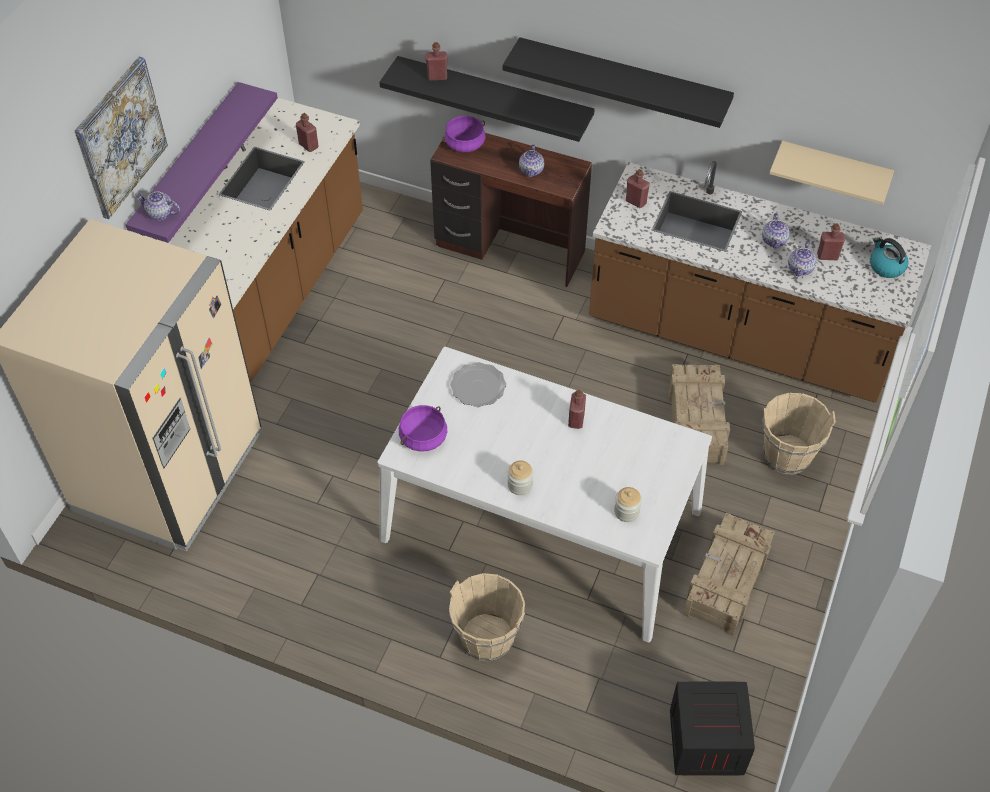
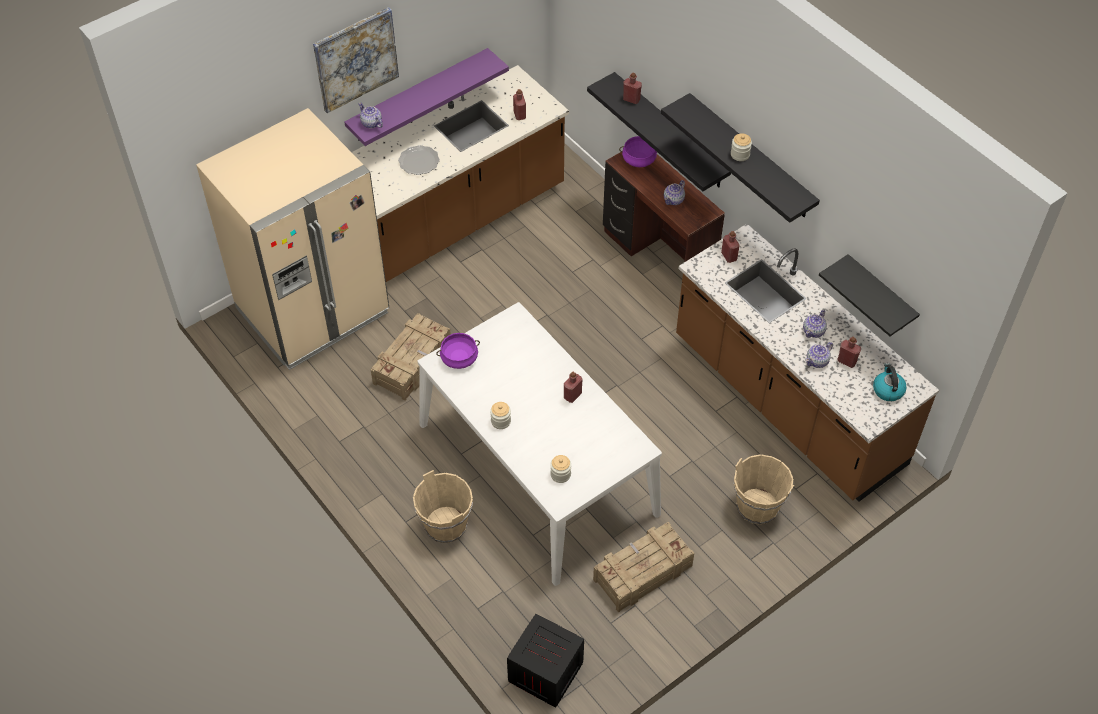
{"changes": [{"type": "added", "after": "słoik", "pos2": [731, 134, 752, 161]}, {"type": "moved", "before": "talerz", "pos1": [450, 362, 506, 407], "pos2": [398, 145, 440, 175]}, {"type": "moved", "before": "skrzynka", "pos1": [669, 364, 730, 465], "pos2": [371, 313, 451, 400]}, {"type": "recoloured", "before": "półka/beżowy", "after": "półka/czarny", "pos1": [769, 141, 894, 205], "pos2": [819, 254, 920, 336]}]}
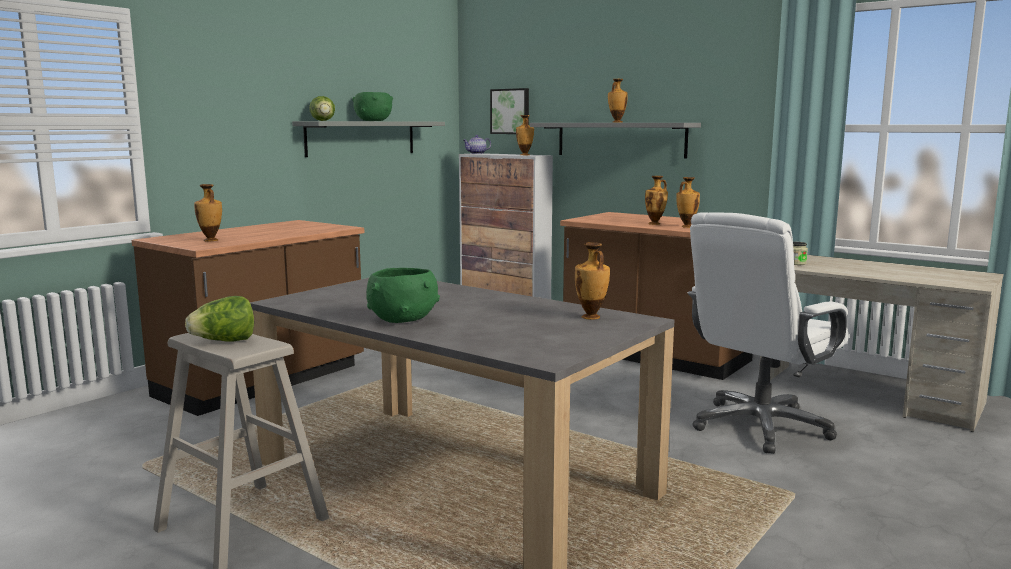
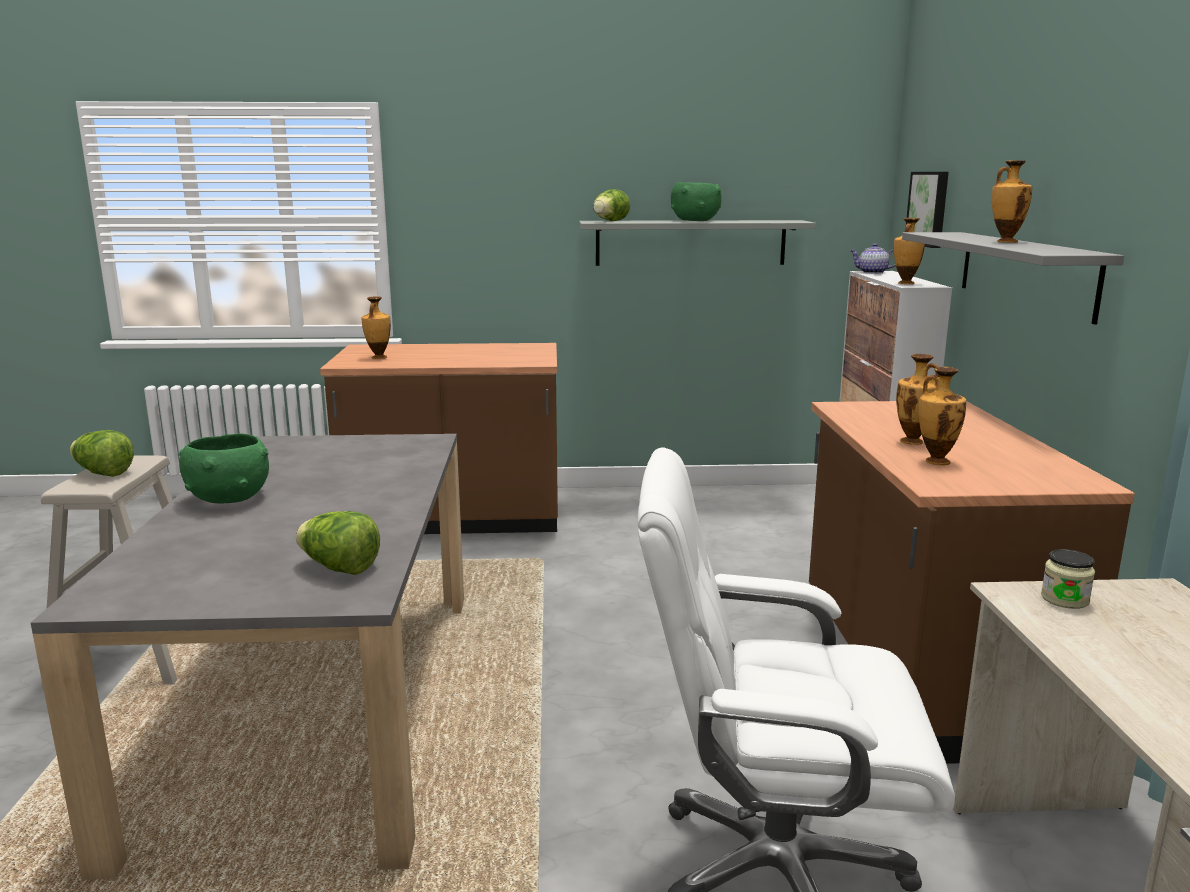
{"changes": [{"type": "replaced", "before": "wazon", "after": "sałata", "pos1": [575, 242, 610, 320], "pos2": [296, 511, 380, 575]}]}
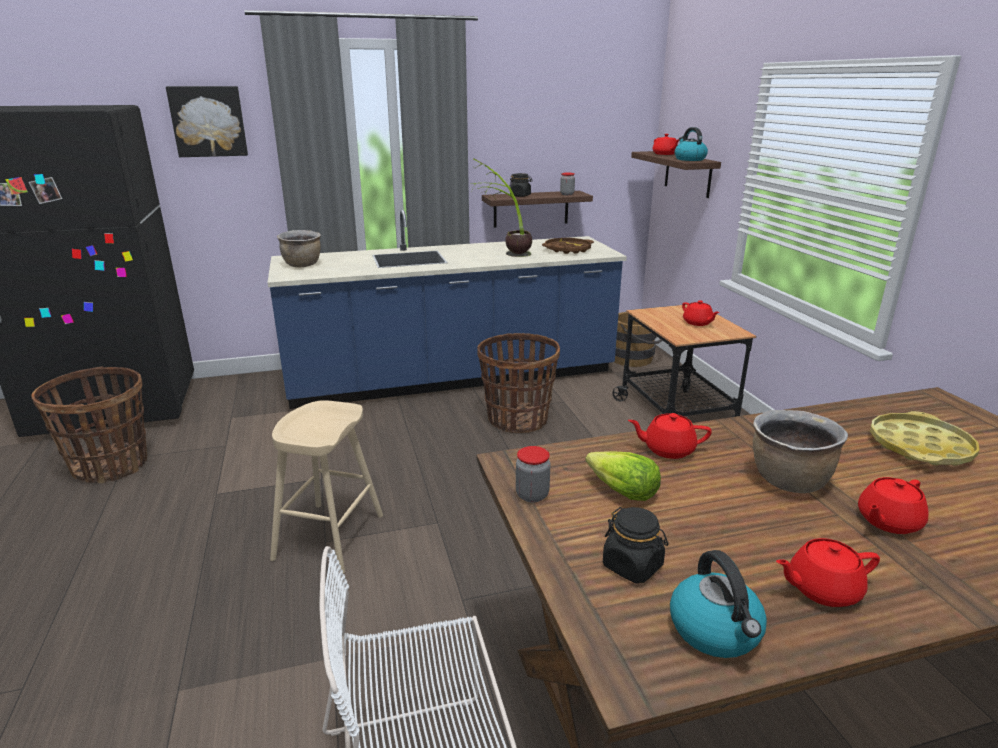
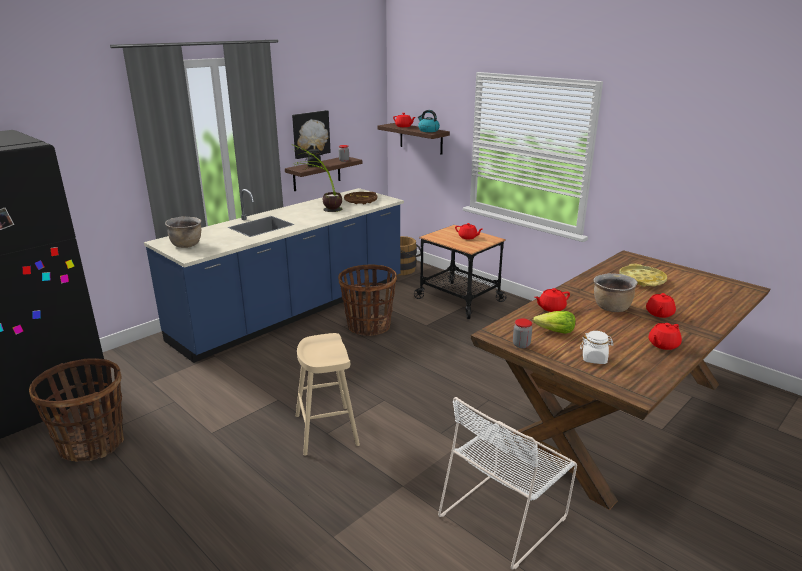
{"changes": [{"type": "removed", "before": "czajnik", "pos1": [670, 550, 767, 658]}, {"type": "moved", "before": "obraz", "pos1": [166, 86, 248, 157], "pos2": [292, 110, 331, 159]}, {"type": "recoloured", "before": "słoik/czarny", "after": "słoik/biały", "pos1": [603, 507, 668, 583], "pos2": [580, 331, 614, 364]}]}
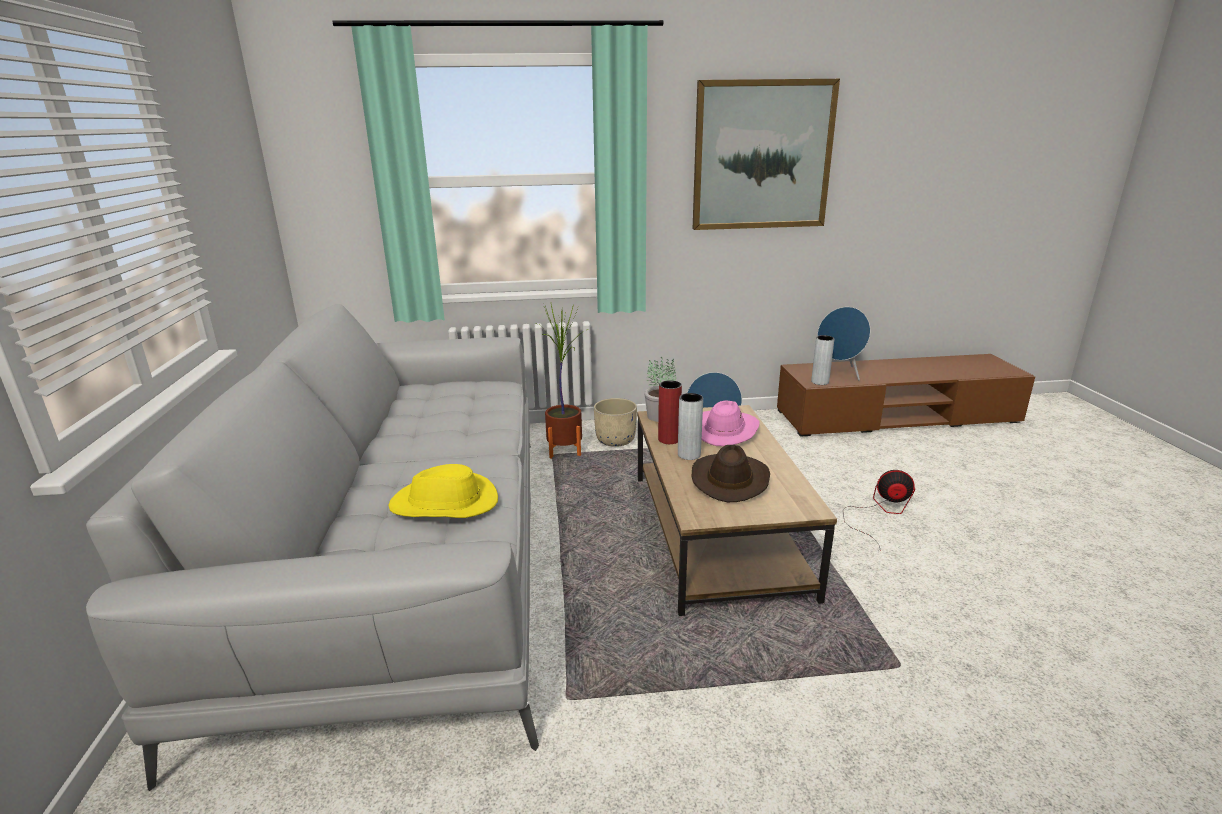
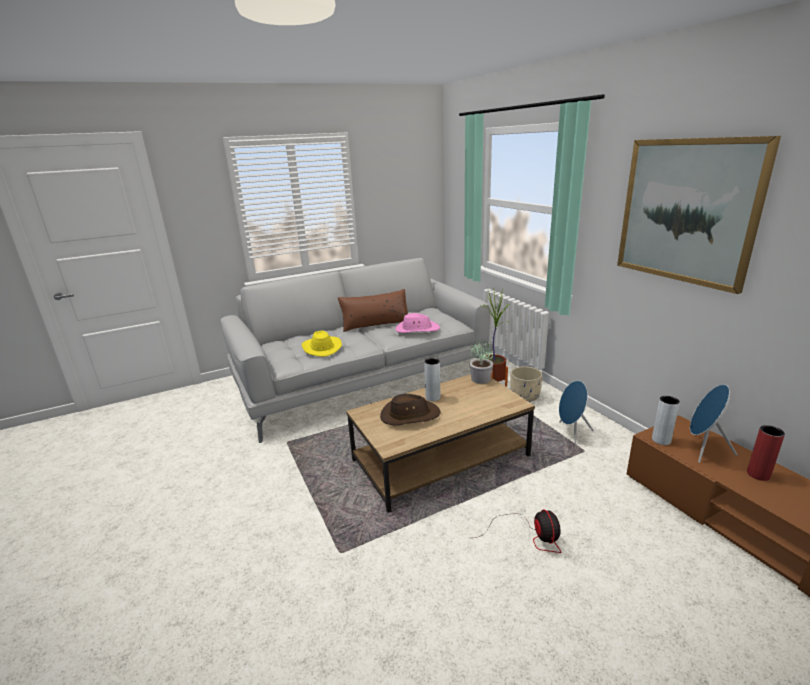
{"changes": [{"type": "added", "after": "poduszka/brązowy", "pos2": [338, 289, 408, 332]}, {"type": "moved", "before": "wazon/czerwony", "pos1": [658, 380, 682, 444], "pos2": [747, 425, 785, 481]}, {"type": "moved", "before": "kapelusz/różowy", "pos1": [702, 400, 760, 446], "pos2": [395, 313, 440, 333]}]}
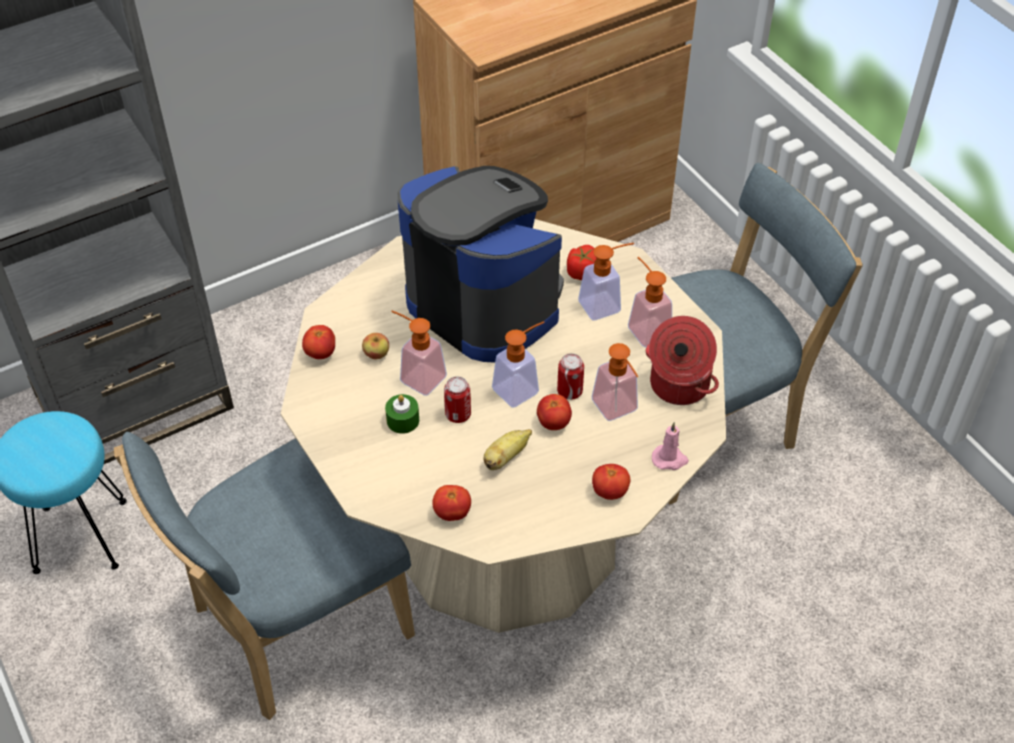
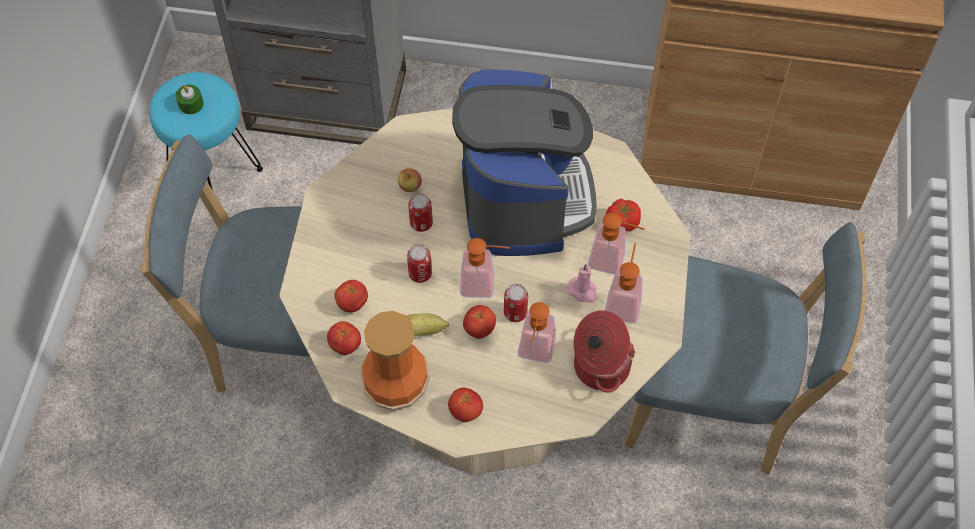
{"changes": [{"type": "added", "after": "wazon", "pos2": [361, 311, 430, 411]}, {"type": "moved", "before": "pomidor", "pos1": [302, 325, 335, 359], "pos2": [334, 280, 368, 312]}, {"type": "moved", "before": "świeca/zielony", "pos1": [385, 394, 419, 434], "pos2": [176, 85, 204, 114]}, {"type": "moved", "before": "świeca/różowy", "pos1": [652, 422, 689, 470], "pos2": [567, 264, 597, 303]}, {"type": "replaced", "before": "dozownik mydła", "after": "puszka", "pos1": [391, 311, 447, 396], "pos2": [408, 193, 433, 232]}]}
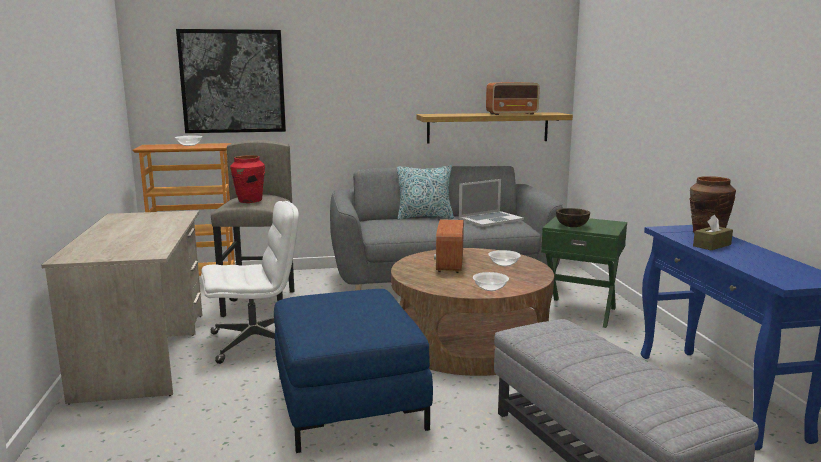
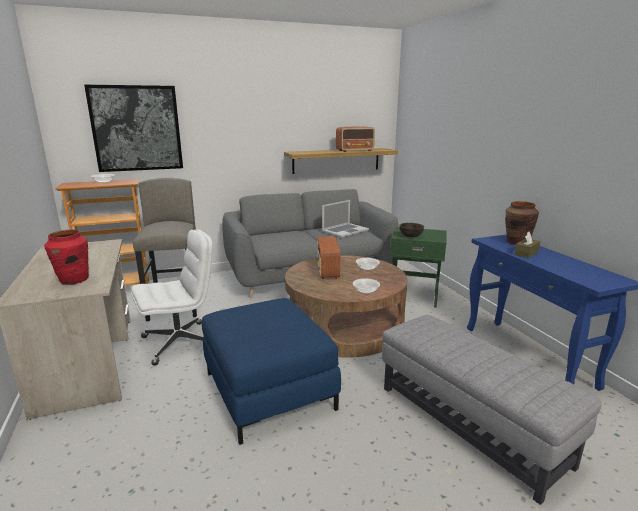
{"changes": [{"type": "removed", "before": "poduszka", "pos1": [397, 165, 454, 220]}, {"type": "moved", "before": "wazon/czerwony", "pos1": [230, 155, 265, 203], "pos2": [44, 230, 89, 285]}]}
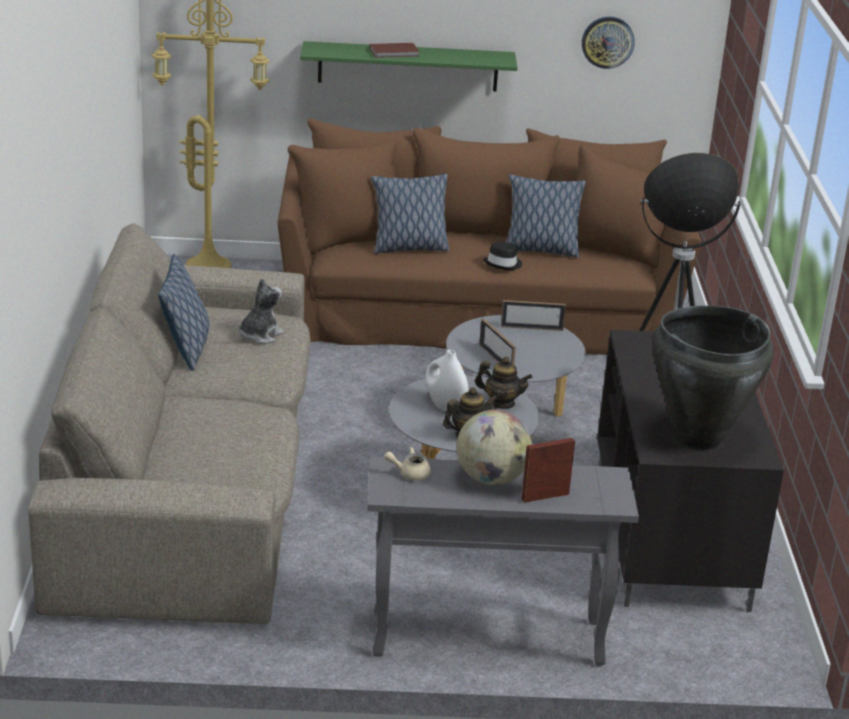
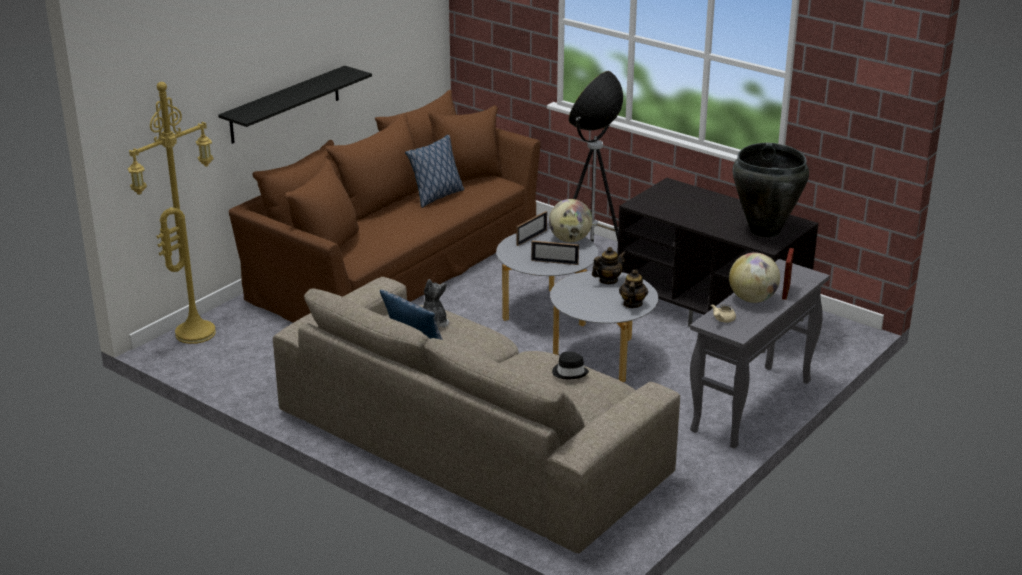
{"changes": [{"type": "removed", "before": "książka/brązowy", "pos1": [369, 43, 420, 58]}, {"type": "removed", "before": "poduszka", "pos1": [371, 174, 449, 254]}, {"type": "removed", "before": "wazon/biały", "pos1": [426, 350, 469, 412]}, {"type": "removed", "before": "zegar ścienny", "pos1": [582, 17, 635, 69]}, {"type": "added", "after": "globus", "pos2": [549, 199, 592, 242]}, {"type": "moved", "before": "kapelusz/czarny", "pos1": [483, 242, 522, 270], "pos2": [552, 352, 589, 379]}, {"type": "recoloured", "before": "półka/zielony", "after": "półka/czarny", "pos1": [300, 41, 518, 91], "pos2": [218, 66, 372, 144]}]}
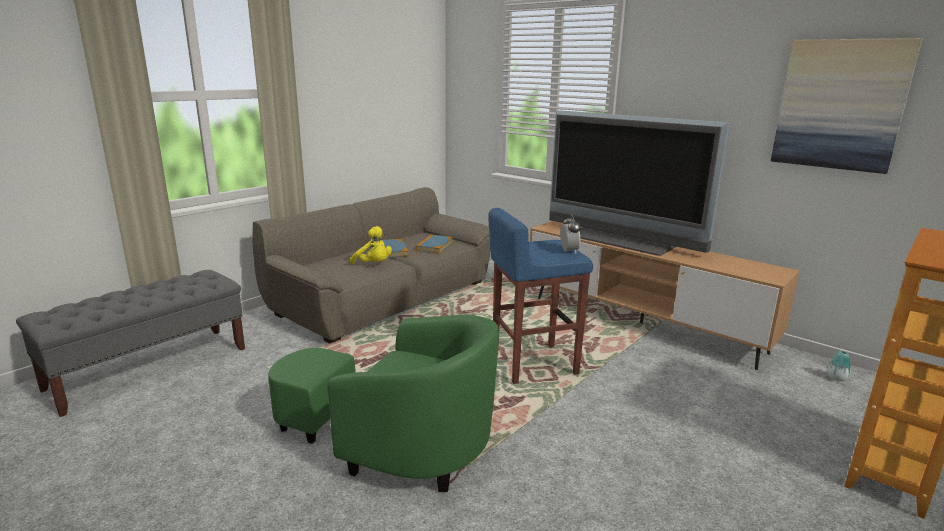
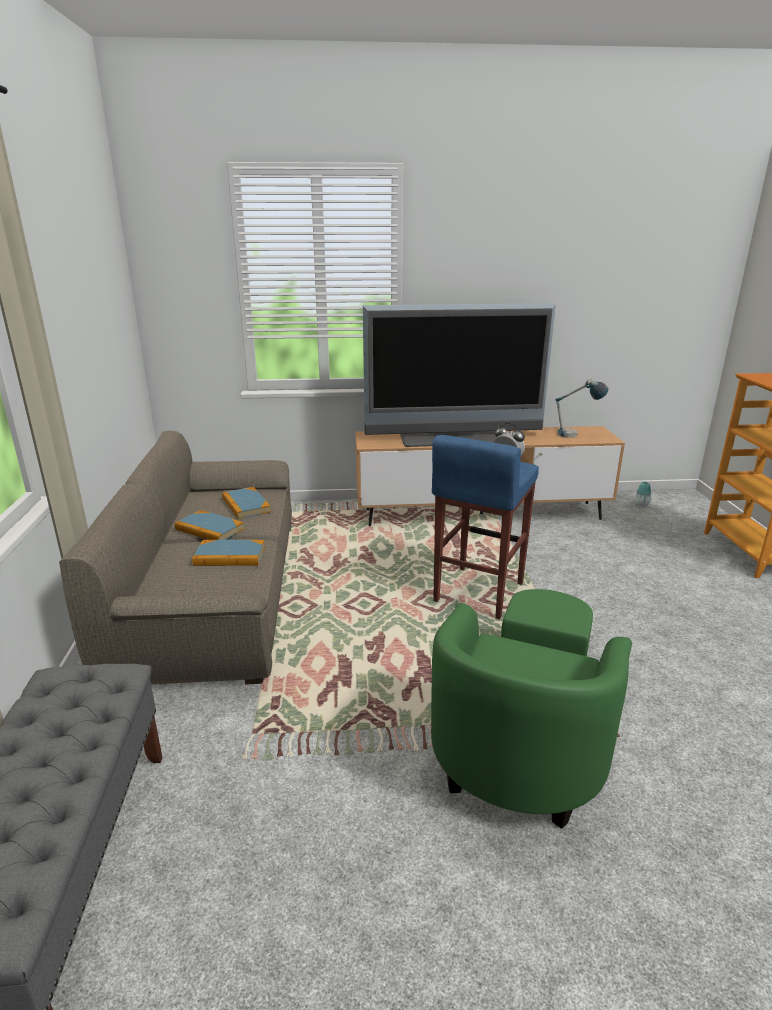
{"changes": [{"type": "removed", "before": "obraz", "pos1": [771, 38, 922, 174]}, {"type": "added", "after": "lampa stołowa", "pos2": [556, 378, 609, 438]}, {"type": "replaced", "before": "pluszak/żółty", "after": "książka", "pos1": [350, 226, 392, 265], "pos2": [192, 540, 265, 566]}, {"type": "turned", "before": "fotel/zielony", "pos1": [268, 315, 499, 492], "pos2": [431, 589, 632, 829], "turn": 135}]}
